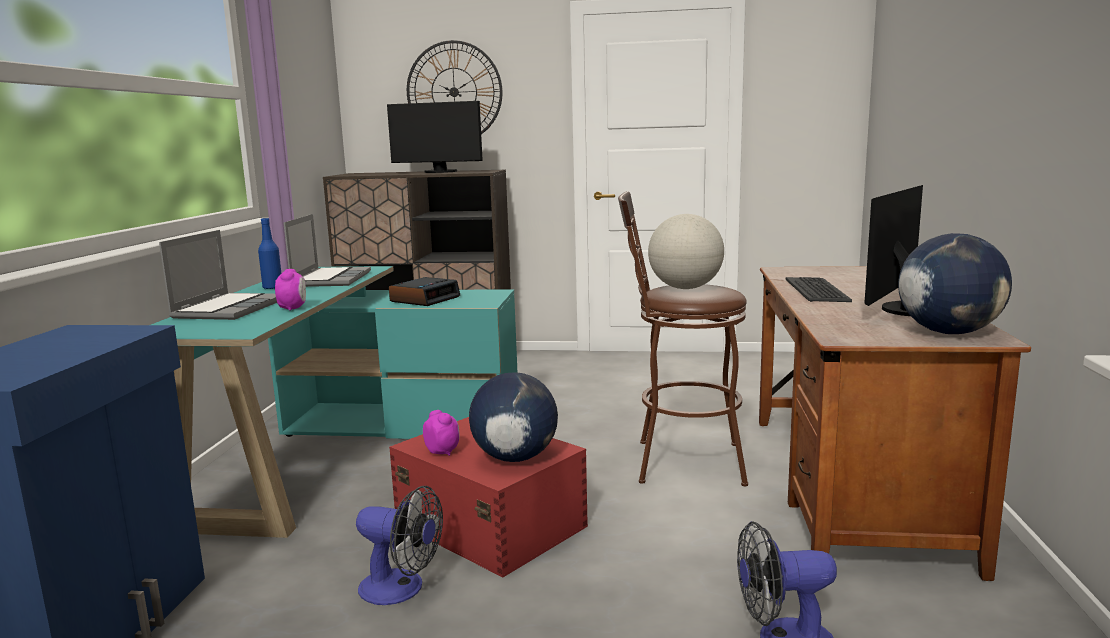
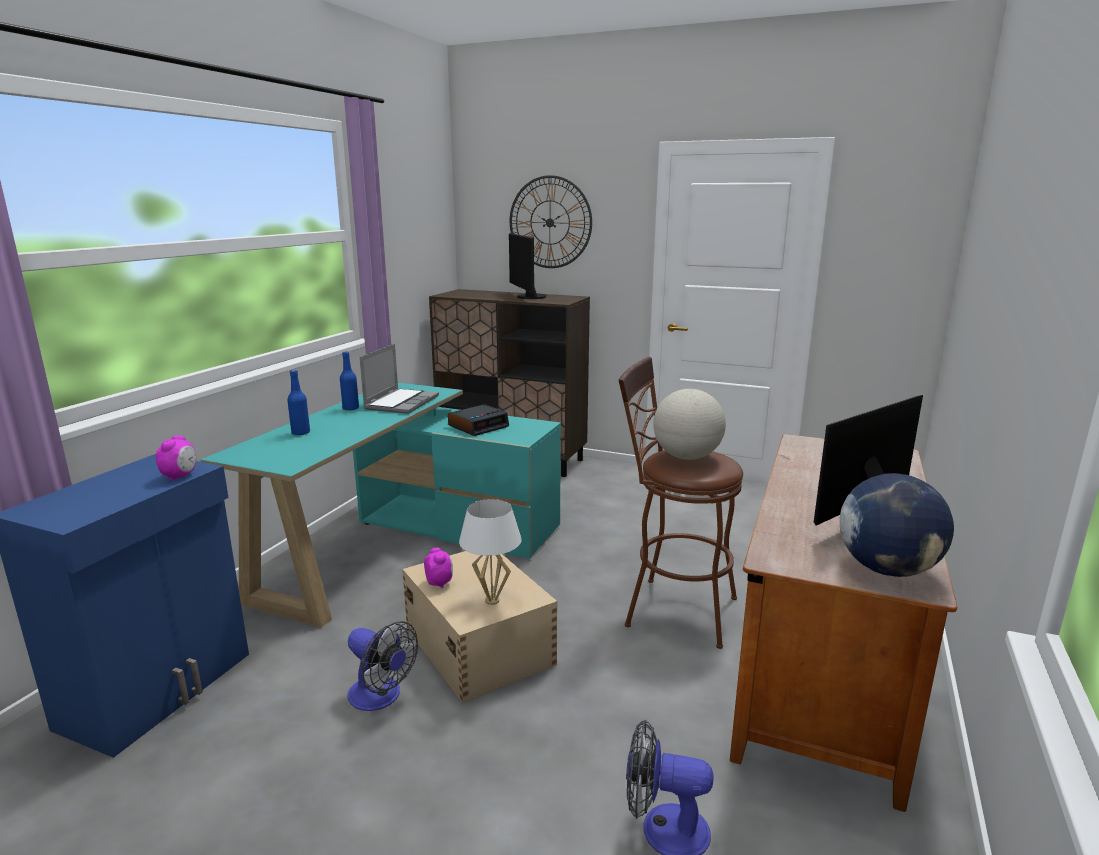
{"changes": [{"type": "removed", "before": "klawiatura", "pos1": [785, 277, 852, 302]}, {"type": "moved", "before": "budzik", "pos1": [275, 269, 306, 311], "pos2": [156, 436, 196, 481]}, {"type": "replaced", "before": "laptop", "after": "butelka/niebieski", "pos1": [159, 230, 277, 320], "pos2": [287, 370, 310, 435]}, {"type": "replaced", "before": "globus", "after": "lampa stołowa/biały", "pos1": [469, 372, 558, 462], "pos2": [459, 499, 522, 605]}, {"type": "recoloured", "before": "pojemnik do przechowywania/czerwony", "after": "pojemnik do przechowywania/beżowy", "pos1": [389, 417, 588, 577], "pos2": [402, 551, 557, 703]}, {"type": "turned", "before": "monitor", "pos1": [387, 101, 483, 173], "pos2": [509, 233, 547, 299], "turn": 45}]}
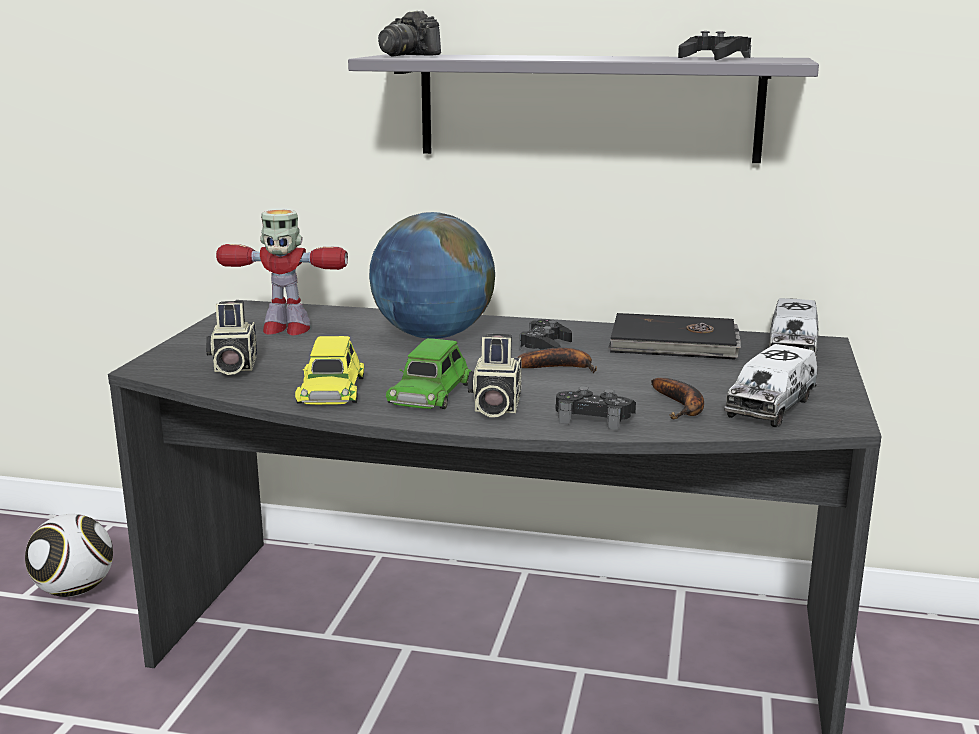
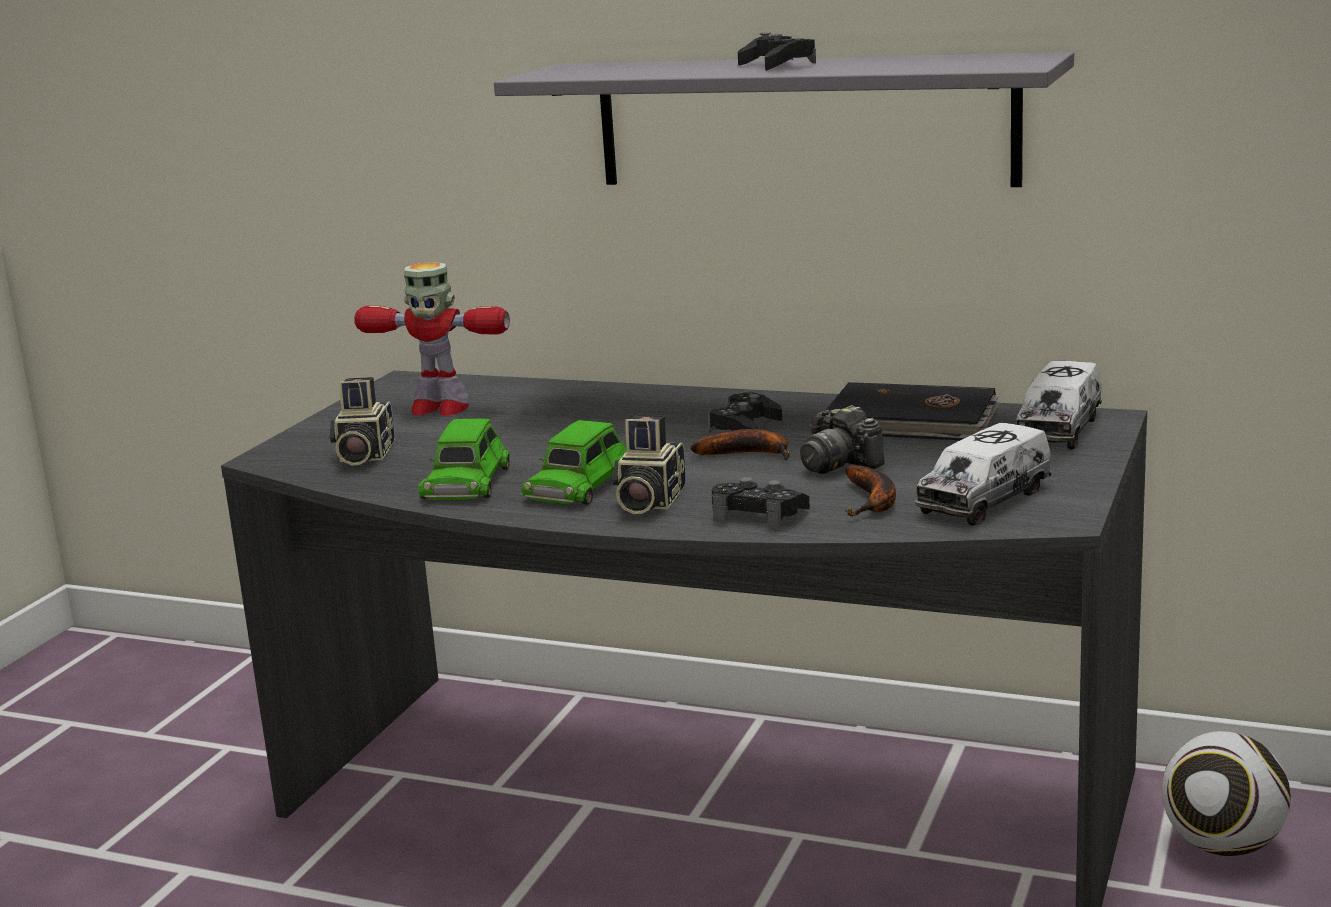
{"changes": [{"type": "removed", "before": "globus", "pos1": [369, 212, 495, 339]}, {"type": "moved", "before": "piłka futbolowa", "pos1": [25, 514, 113, 597], "pos2": [1162, 731, 1291, 856]}, {"type": "moved", "before": "aparat fotograficzny", "pos1": [378, 11, 441, 56], "pos2": [800, 405, 885, 474]}, {"type": "moved", "before": "pad do gier/czarny", "pos1": [678, 31, 751, 60], "pos2": [738, 32, 816, 71]}, {"type": "recoloured", "before": "samochodzik/żółty", "after": "samochodzik/zielony", "pos1": [295, 336, 364, 405], "pos2": [418, 419, 510, 500]}]}
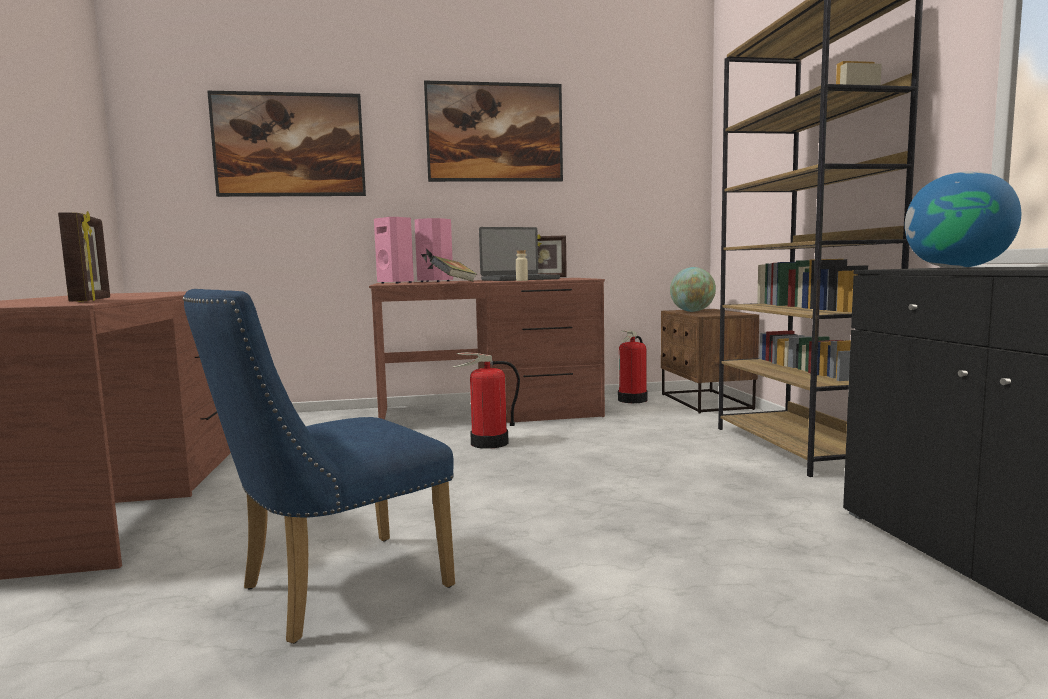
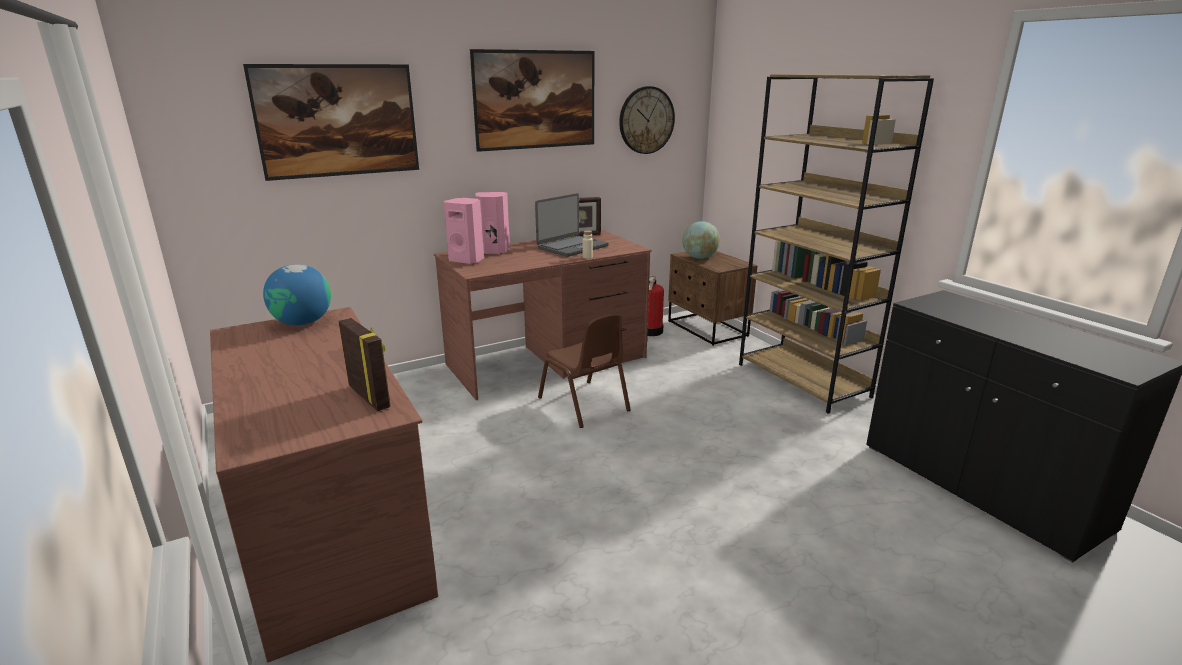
{"changes": [{"type": "removed", "before": "krzesło/niebieski", "pos1": [183, 289, 455, 644]}, {"type": "removed", "before": "książka", "pos1": [430, 256, 477, 282]}, {"type": "added", "after": "zegar ścienny", "pos2": [619, 86, 675, 154]}, {"type": "moved", "before": "globus", "pos1": [905, 171, 1021, 268], "pos2": [263, 264, 331, 325]}, {"type": "replaced", "before": "gaśnica", "after": "krzesło/brązowy", "pos1": [453, 352, 520, 449], "pos2": [538, 314, 631, 428]}]}
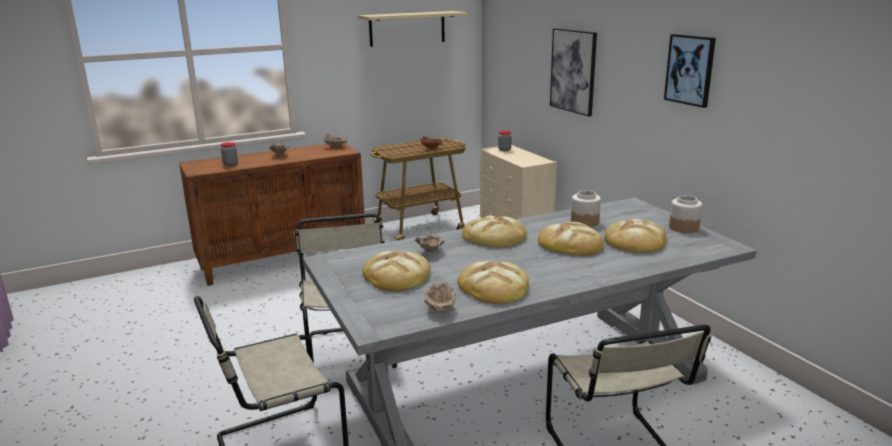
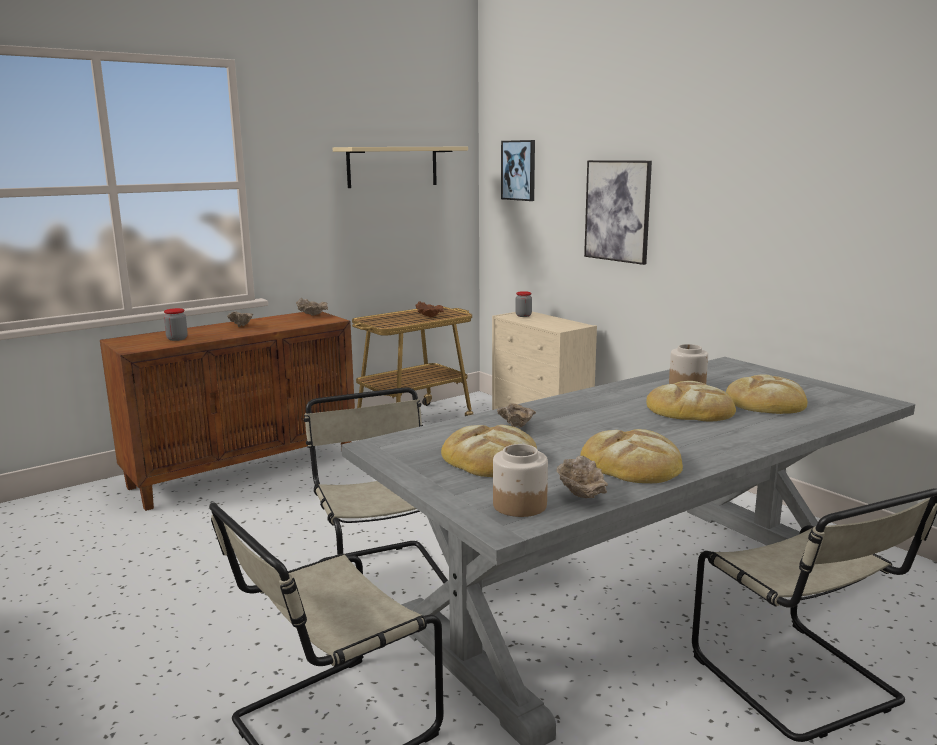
{"changes": [{"type": "removed", "before": "chleb", "pos1": [462, 216, 527, 248]}, {"type": "moved", "before": "obraz", "pos1": [664, 34, 716, 108], "pos2": [501, 140, 535, 201]}, {"type": "moved", "before": "słoik", "pos1": [669, 195, 702, 233], "pos2": [493, 444, 548, 517]}]}
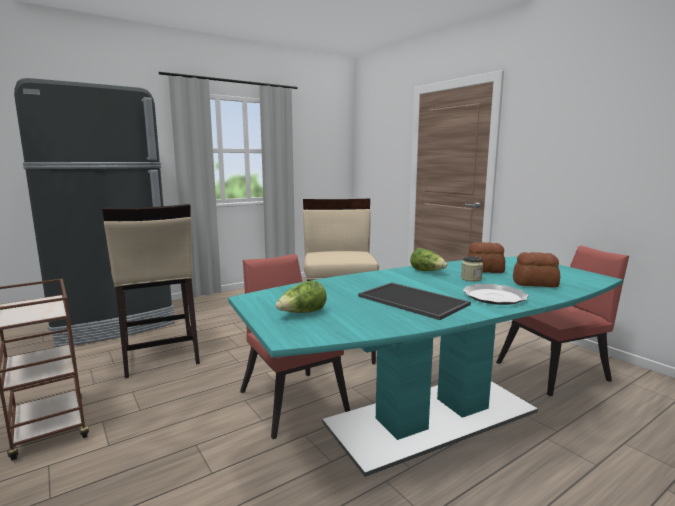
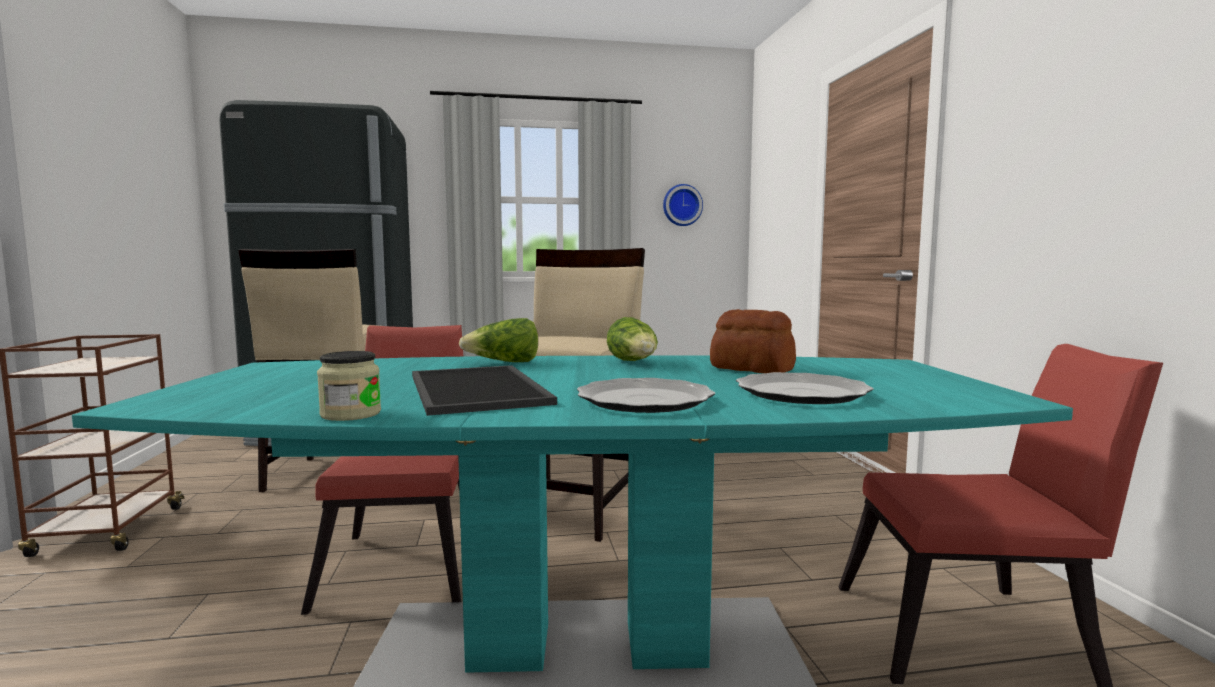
{"changes": [{"type": "added", "after": "zegar ścienny", "pos2": [663, 184, 703, 226]}, {"type": "moved", "before": "sałata", "pos1": [276, 280, 327, 313], "pos2": [459, 318, 538, 362]}, {"type": "moved", "before": "słoik", "pos1": [461, 256, 483, 282], "pos2": [317, 351, 381, 421]}, {"type": "replaced", "before": "chleb", "after": "talerz", "pos1": [513, 252, 560, 287], "pos2": [736, 372, 874, 404]}]}
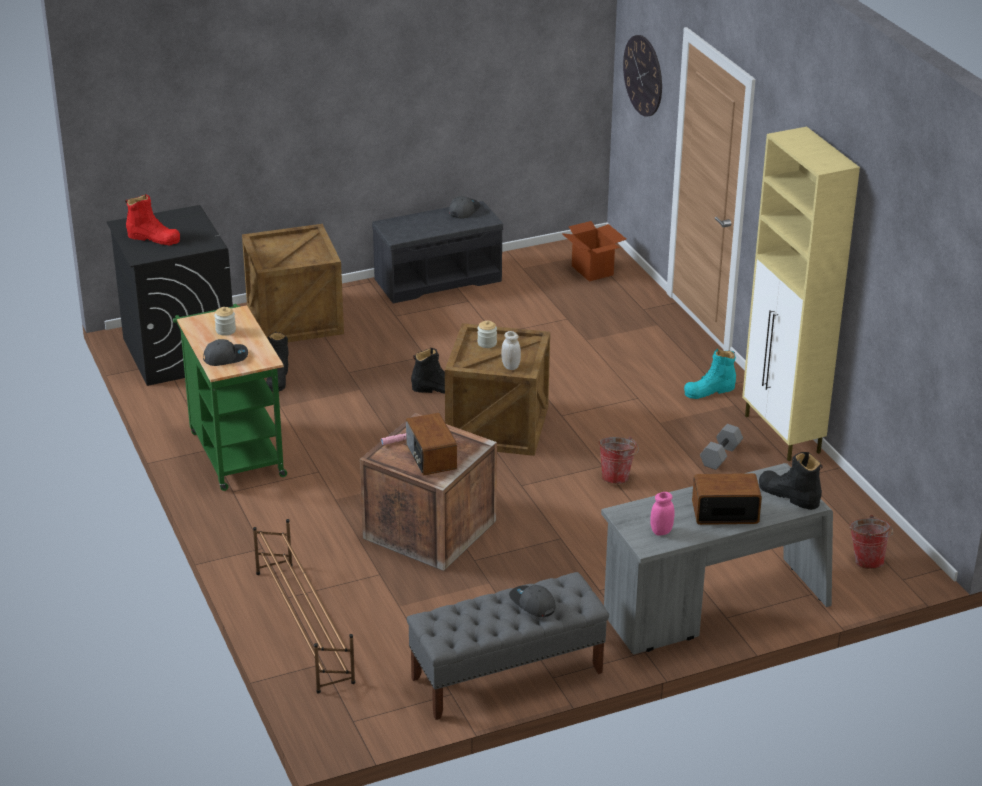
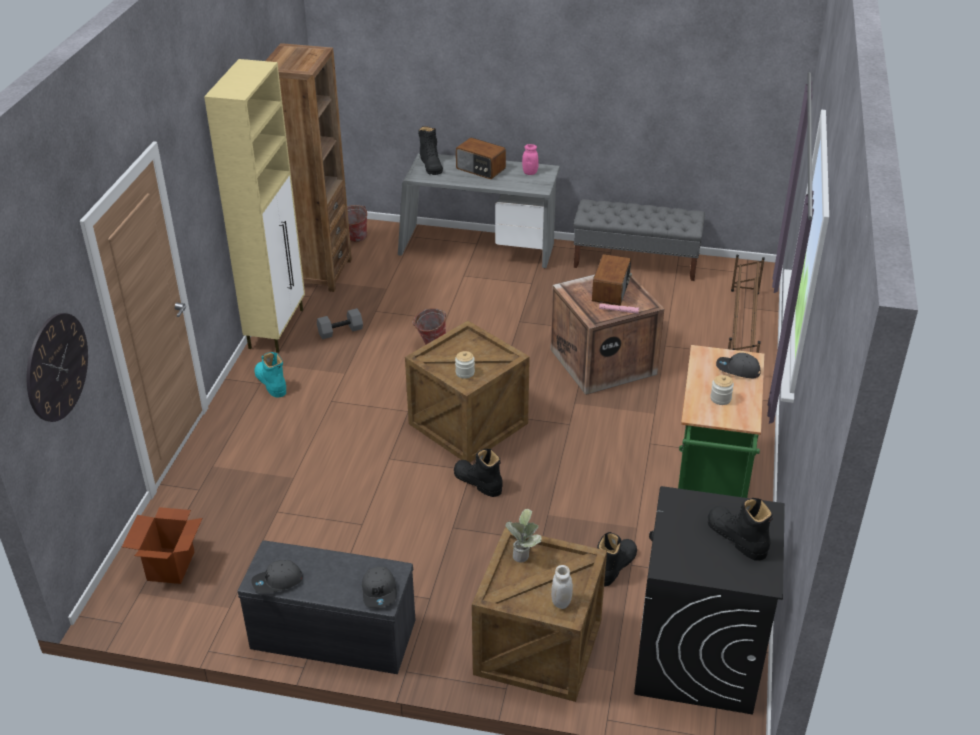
{"changes": [{"type": "added", "after": "regał/brązowy", "pos2": [265, 43, 352, 292]}, {"type": "added", "after": "roślina doniczkowa", "pos2": [505, 509, 542, 563]}, {"type": "moved", "before": "słoik/biały", "pos1": [501, 331, 521, 370], "pos2": [551, 565, 573, 609]}, {"type": "moved", "before": "czapka z daszkiem/szary", "pos1": [509, 585, 556, 617], "pos2": [362, 567, 397, 608]}, {"type": "recoloured", "before": "but z cholewką/czerwony", "after": "but z cholewką/czarny", "pos1": [125, 194, 180, 246], "pos2": [708, 498, 773, 561]}, {"type": "turned", "before": "but z cholewką/turkusowy", "pos1": [684, 349, 736, 399], "pos2": [254, 352, 286, 398], "turn": -135}]}
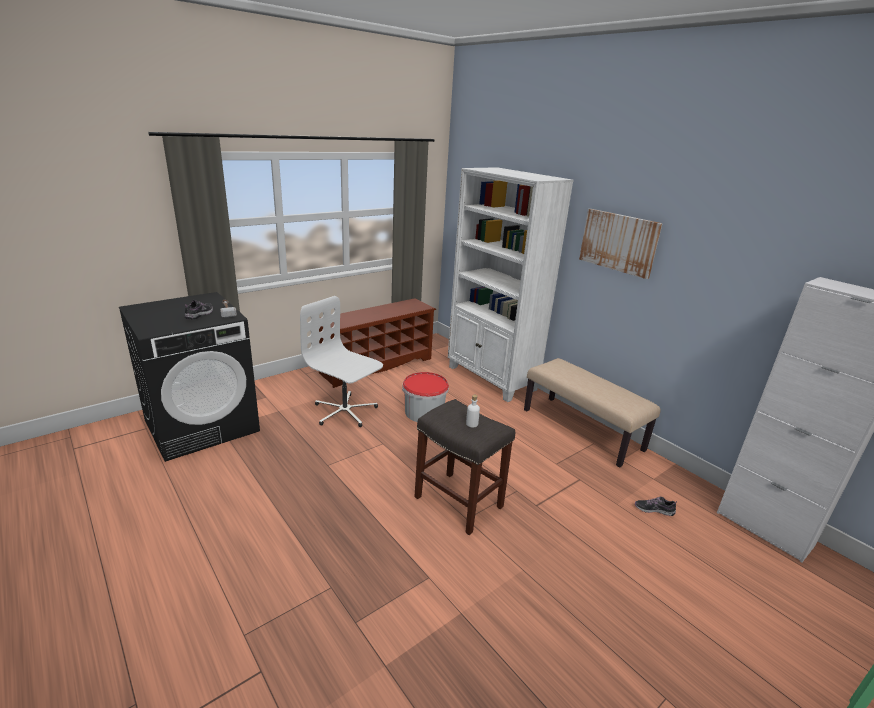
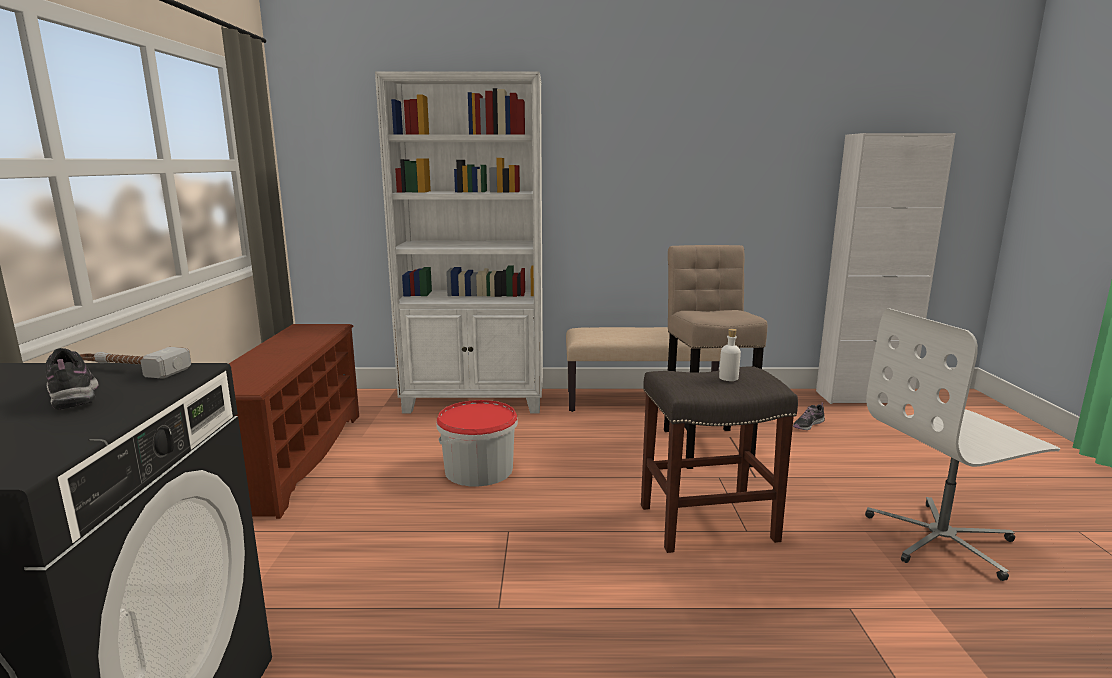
{"changes": [{"type": "removed", "before": "obraz", "pos1": [579, 209, 663, 279]}, {"type": "added", "after": "stołek/beżowy", "pos2": [664, 245, 767, 469]}, {"type": "moved", "before": "krzesło biurowe/biały", "pos1": [300, 296, 383, 427], "pos2": [865, 308, 1060, 581]}]}
